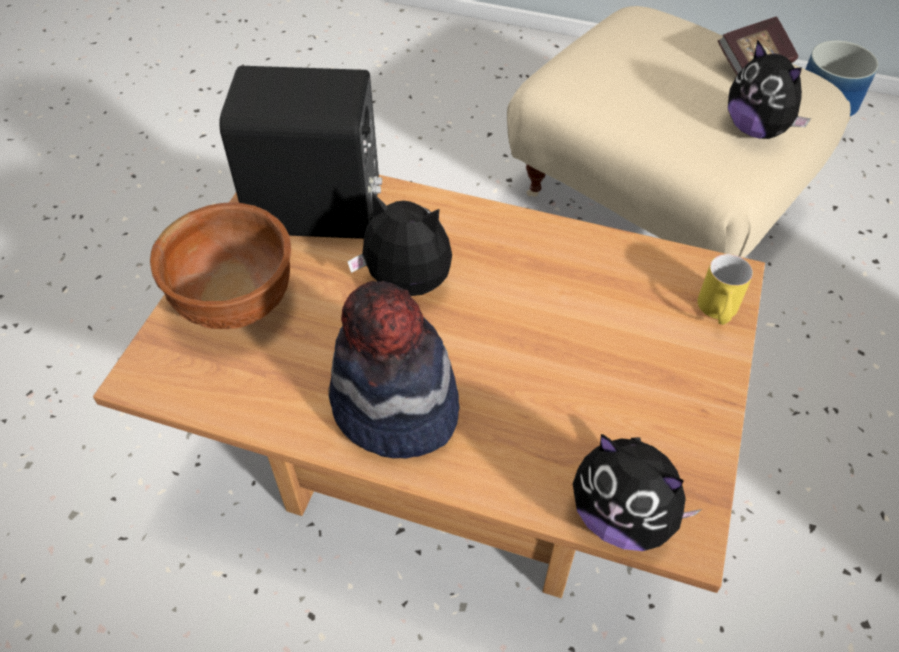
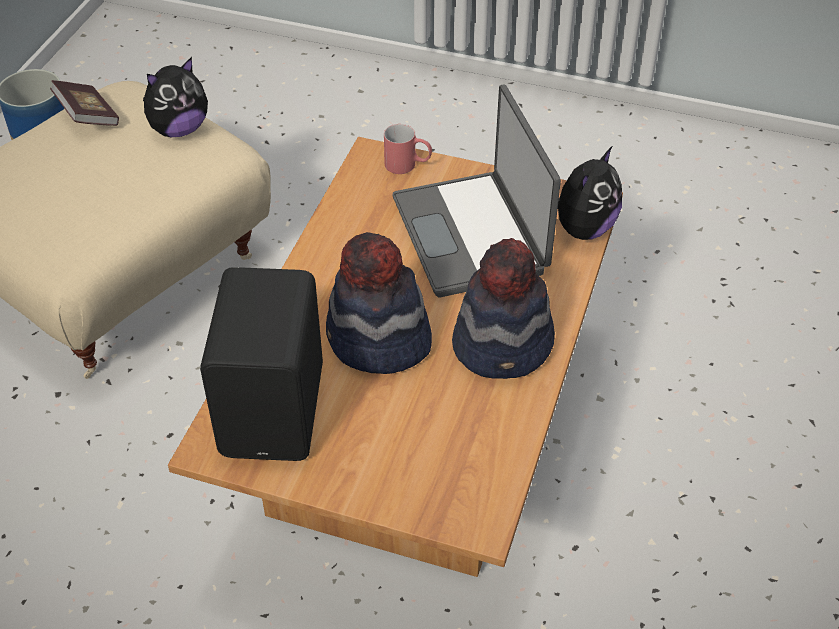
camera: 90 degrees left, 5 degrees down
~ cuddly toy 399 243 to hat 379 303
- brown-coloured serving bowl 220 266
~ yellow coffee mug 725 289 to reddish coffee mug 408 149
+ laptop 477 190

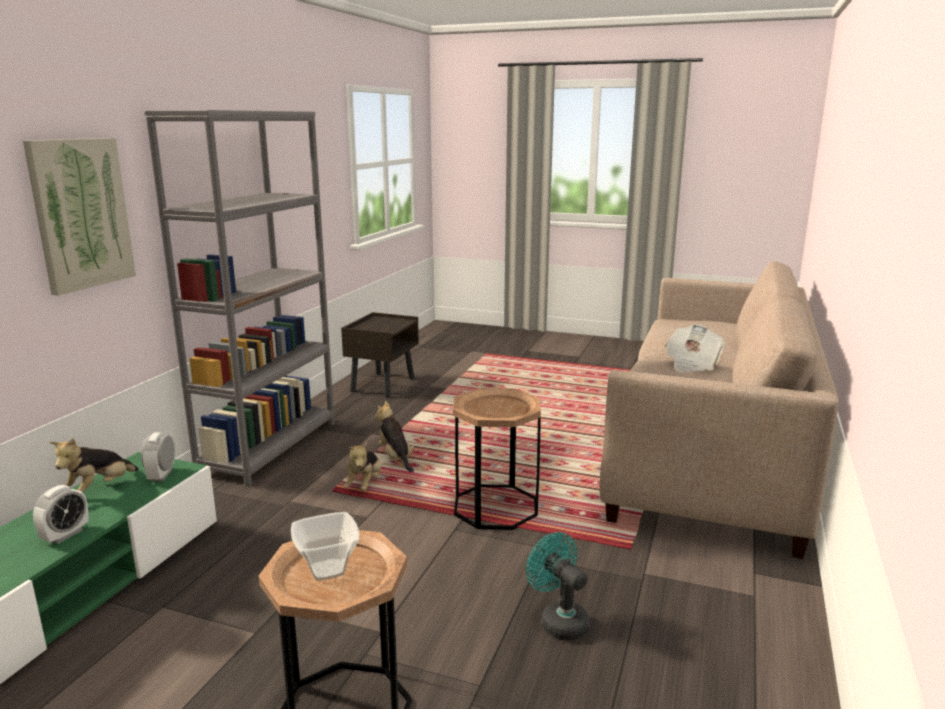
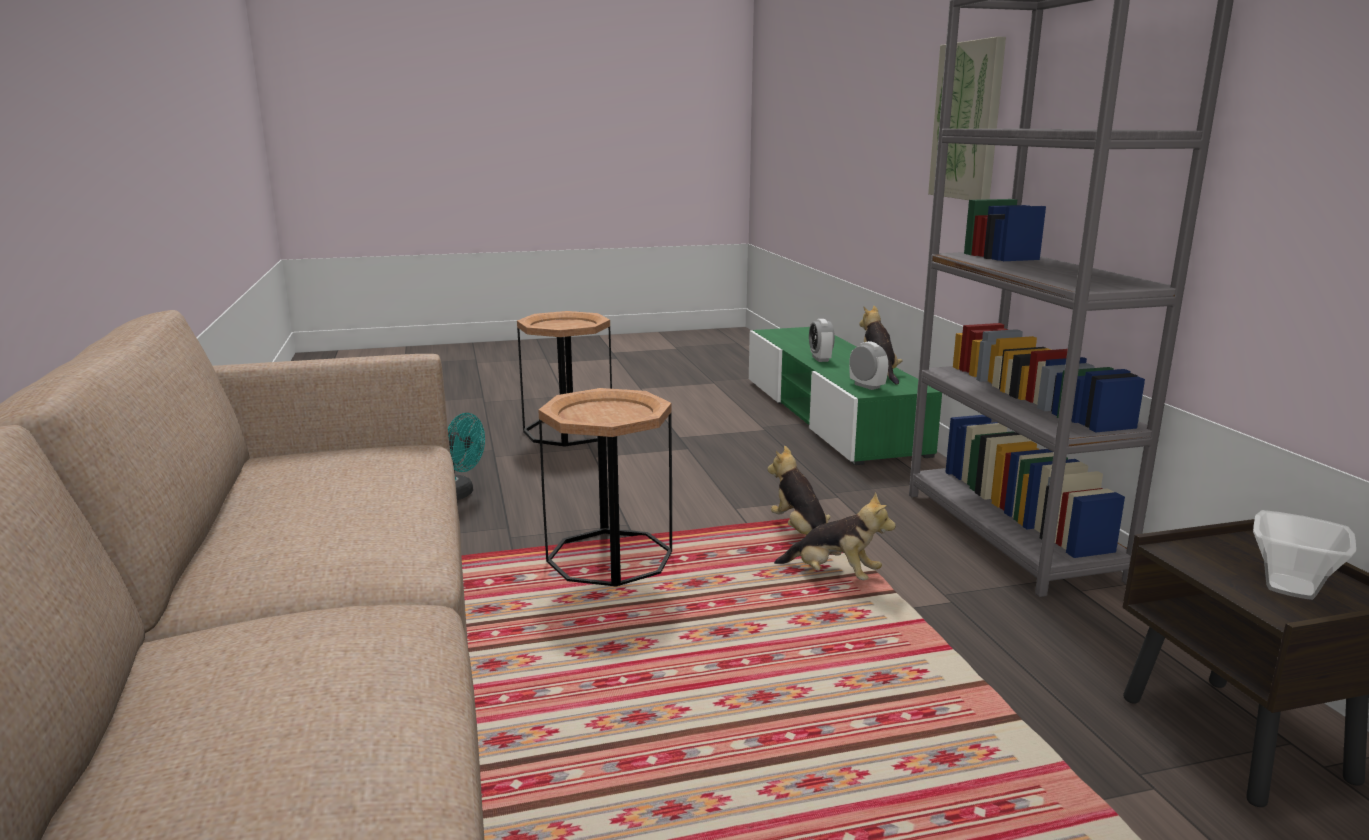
camera: 145 degrees right, 0 degrees up
- newspaper 695 348
~ serving bowl 325 546 to 1304 555

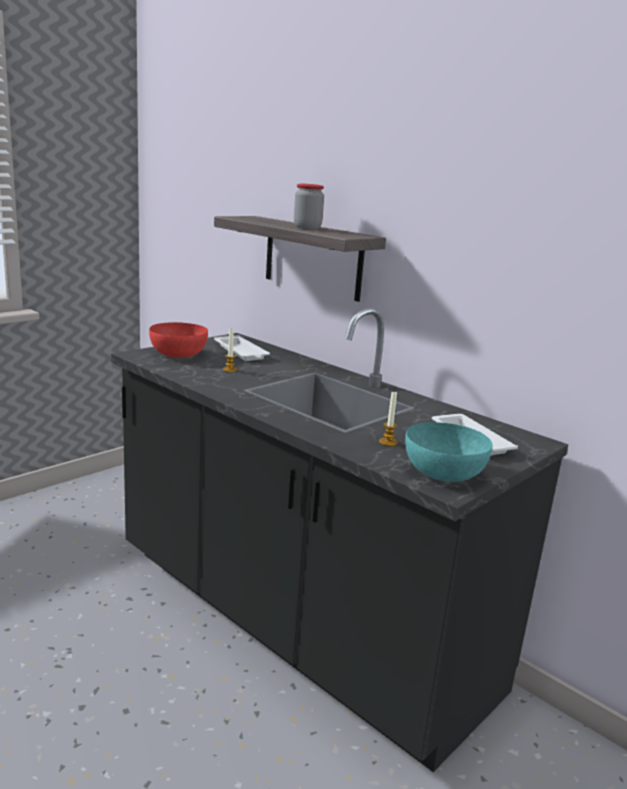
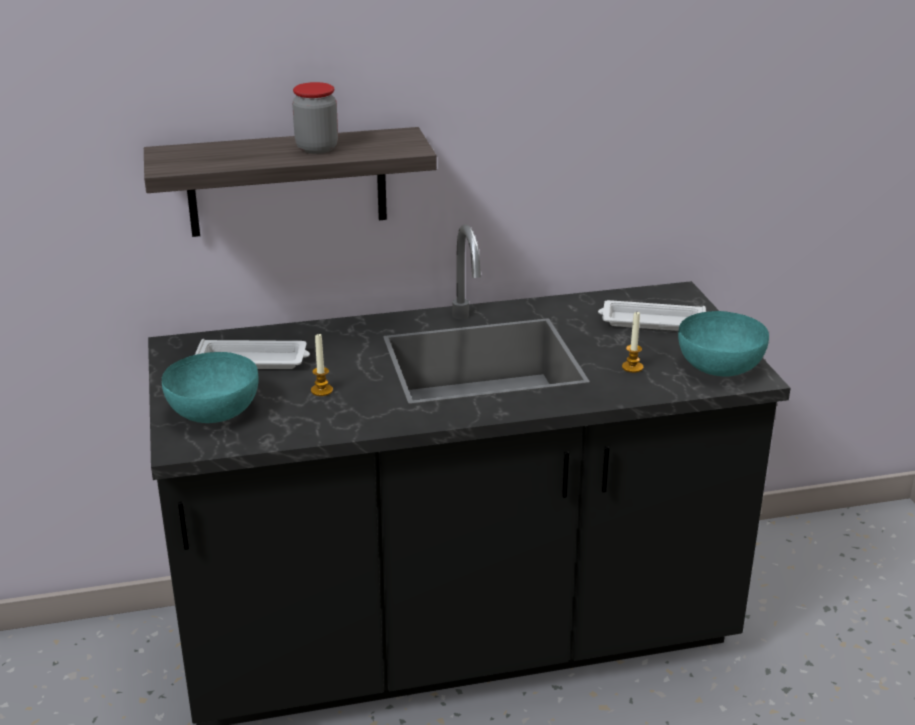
camera: 55 degrees left, 10 degrees up
~ reddish serving bowl 178 340 to turquoise serving bowl 210 387

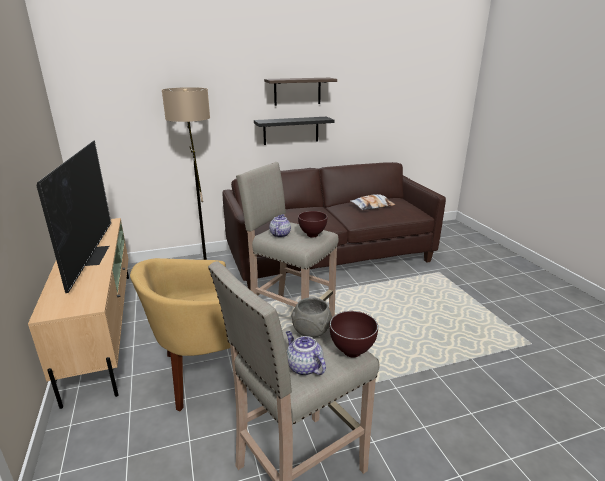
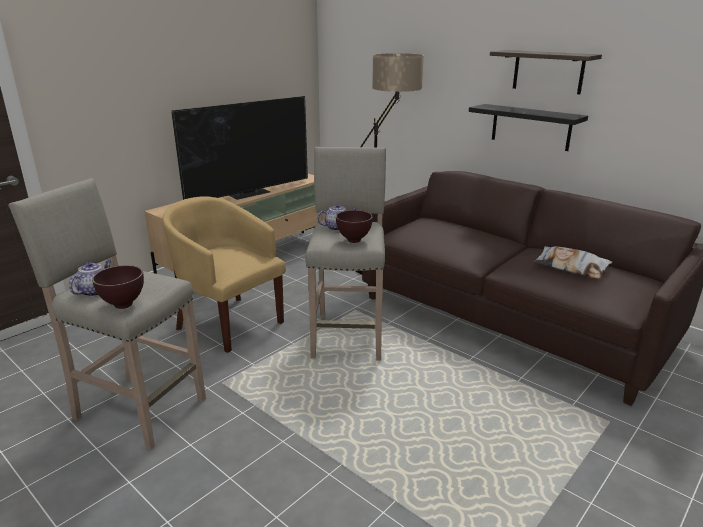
camera: 60 degrees right, 0 degrees up
- grey serving bowl 312 317

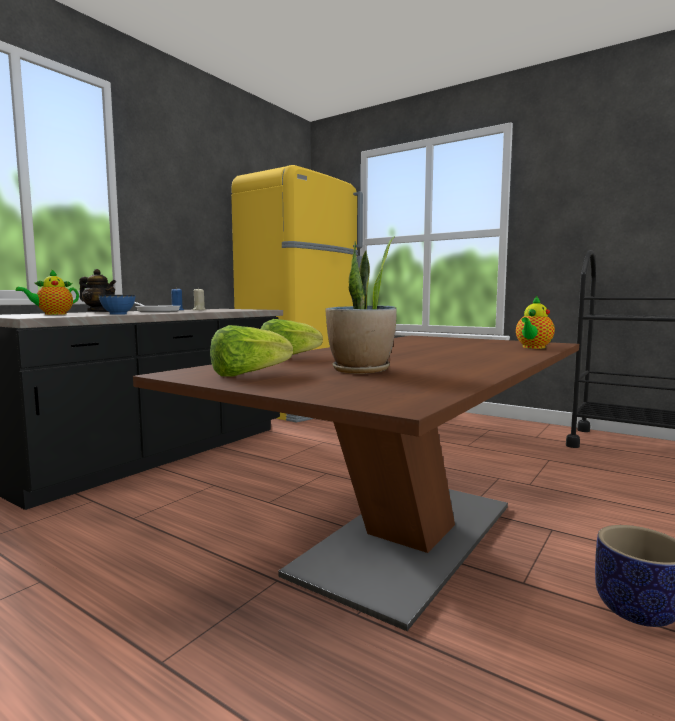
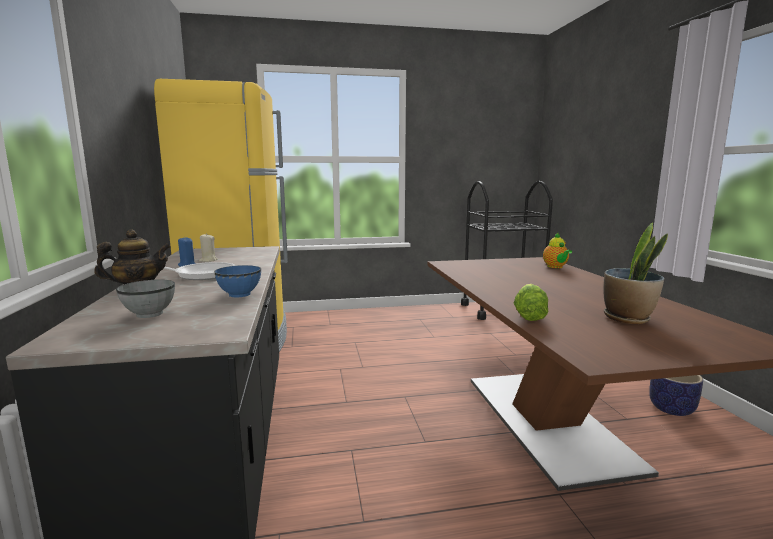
camera: 45 degrees left, 5 degrees up
~ teapot 47 292 to grey serving bowl 145 299
- lettuce head 251 351

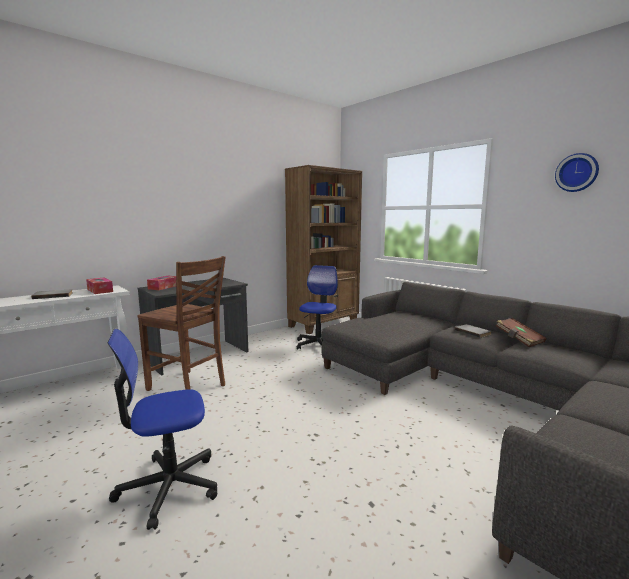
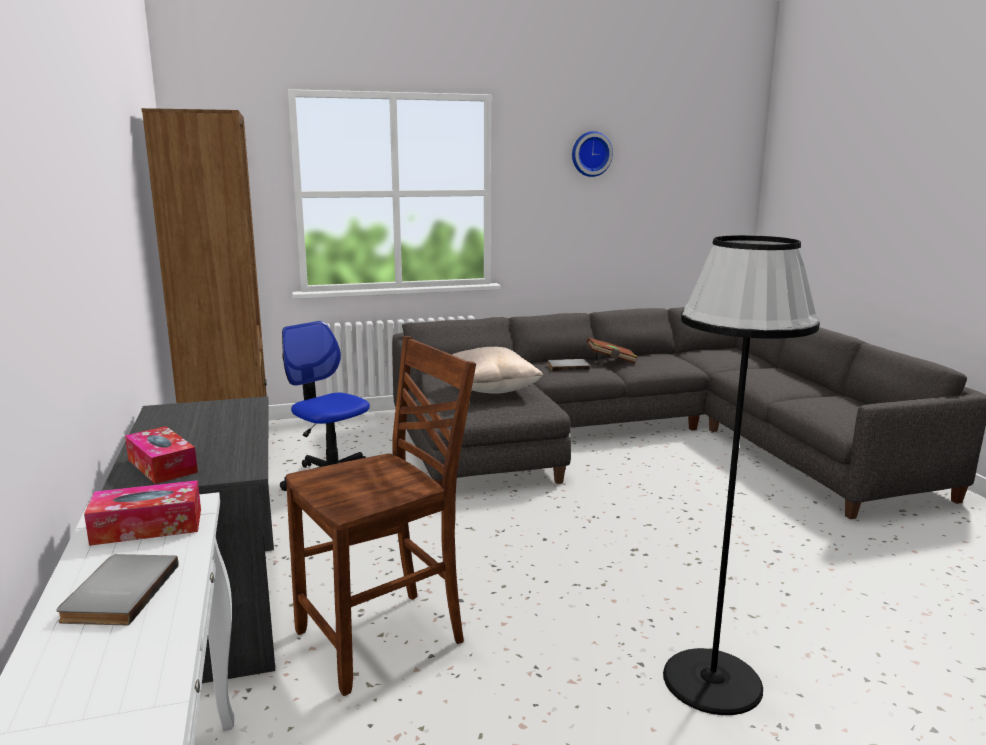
camera: 65 degrees left, 5 degrees up
~ desk chair 162 429 to black standing lamp 741 475
+ sand-coloured pillow 497 370

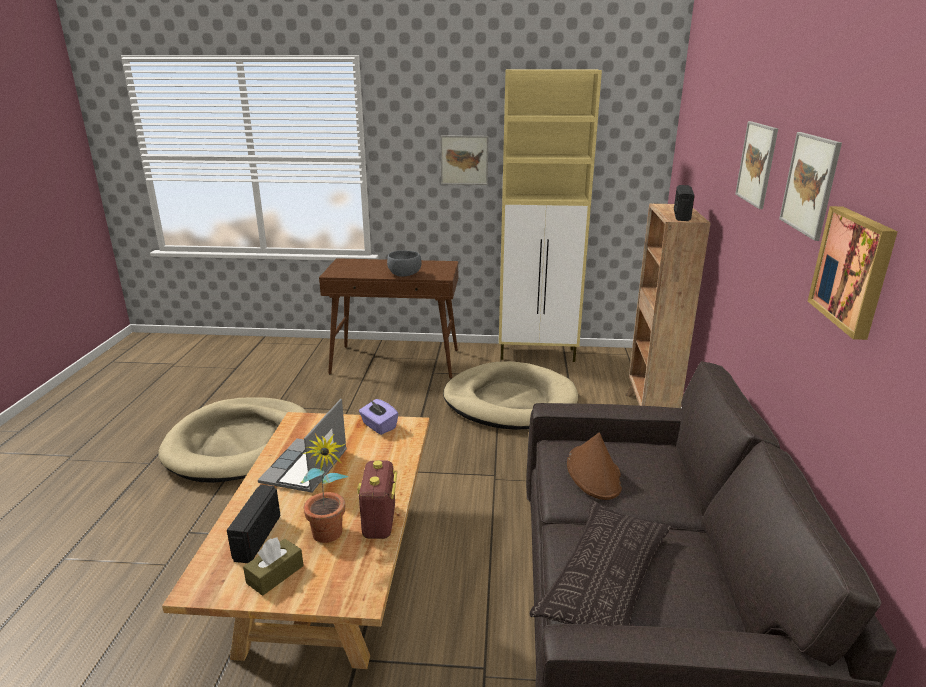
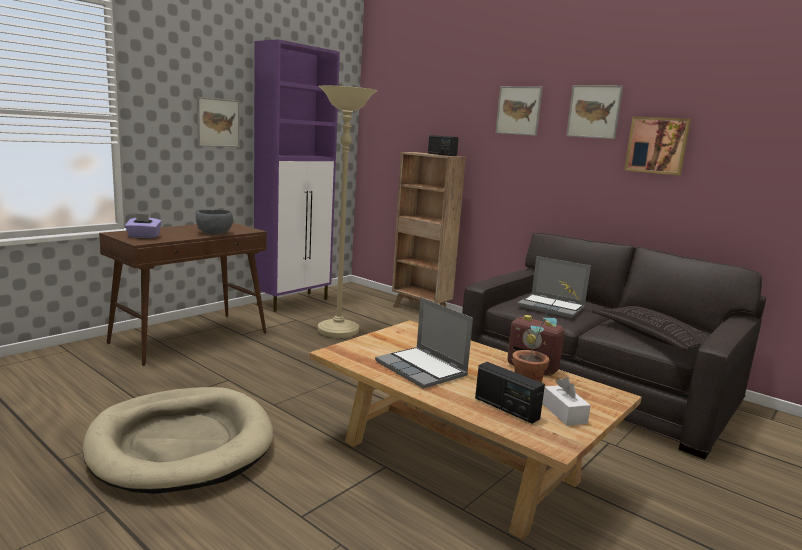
camera: 55 degrees left, 10 degrees down
~ sand-coloured cupboard 550 215 to purplish cupboard 297 175
~ sand-coloured dog cushion 510 395 to sand-coloured standing lamp 347 212
~ purplish tissue holder 378 417 to 143 225
~ brown-coloured hat 594 466 to laptop 554 287
~ brown-coloured tissue holder 273 566 to white tissue holder 566 401

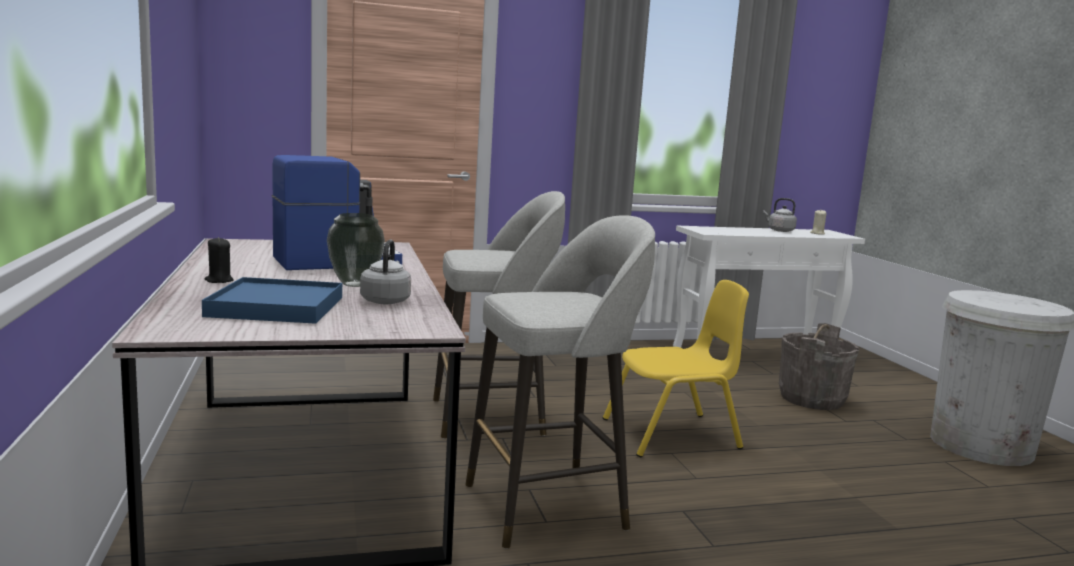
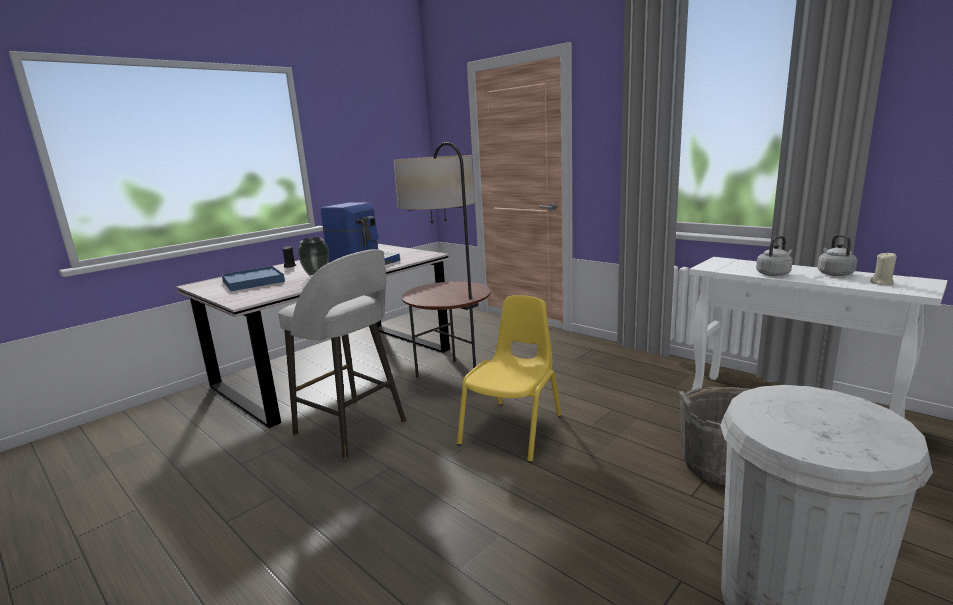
camera: 60 degrees right, 5 degrees up
~ grey stool seat 499 315 to standing lamp 442 260
~ grey kettle 385 272 to 774 256
~ yellow upright chair 676 368 = 509 379 105 degrees counterclockwise

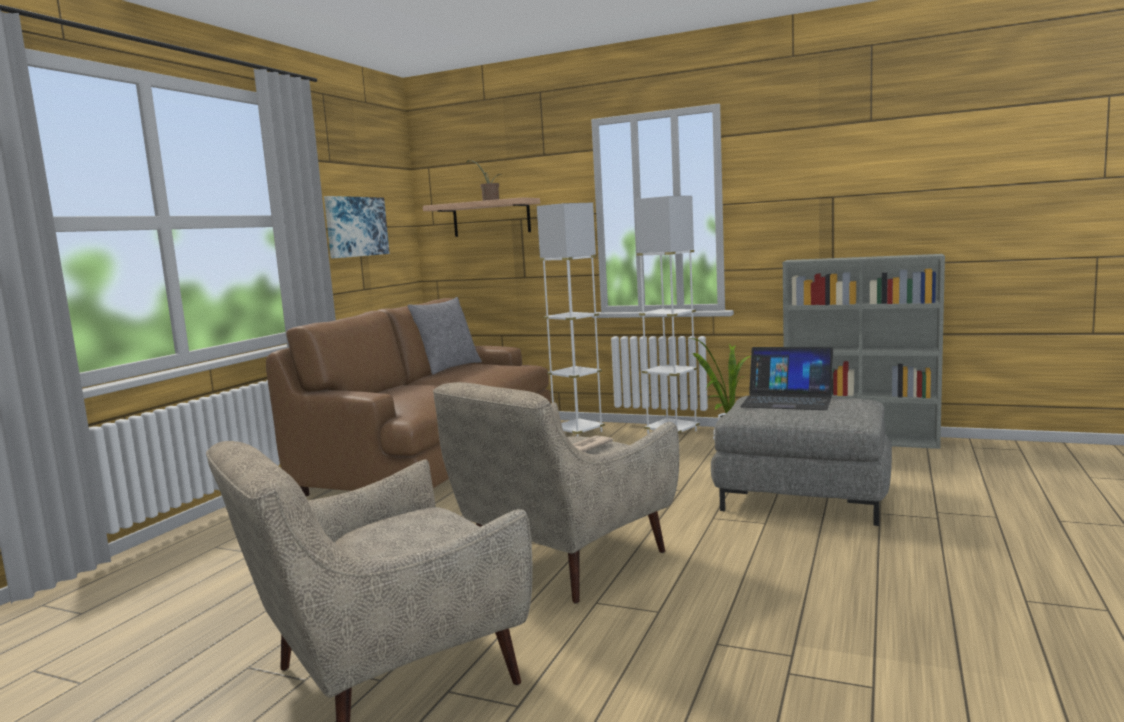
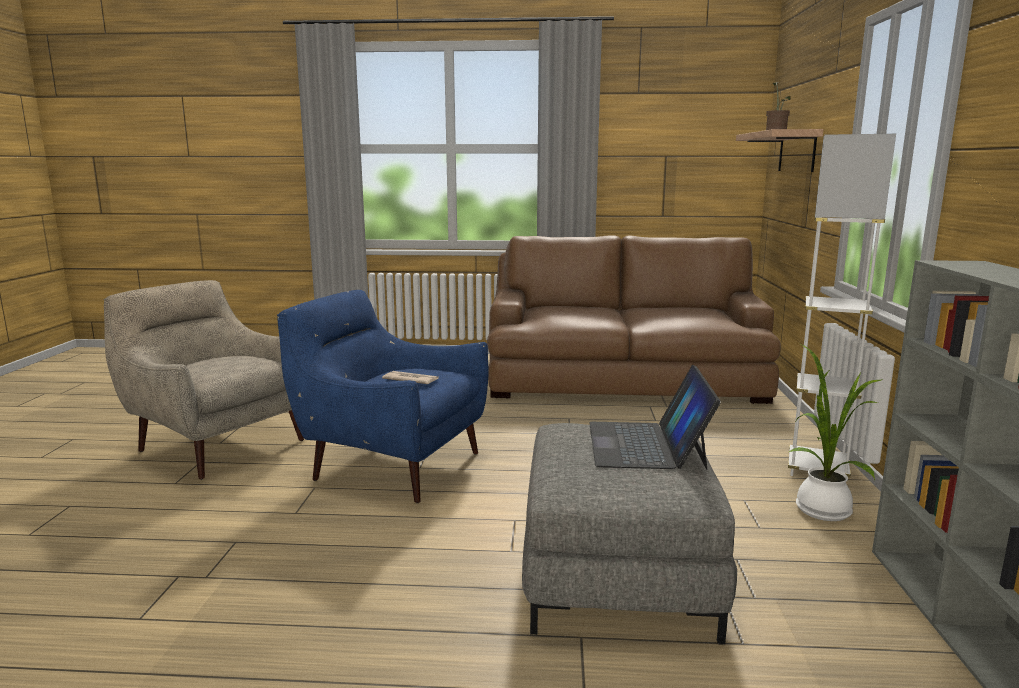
camera: 70 degrees right, 5 degrees up
- wall art 357 227
- white standing lamp 571 319
- grey pillow 444 336
~ sand-coloured armchair 556 493 to blue-coloured armchair 383 396

